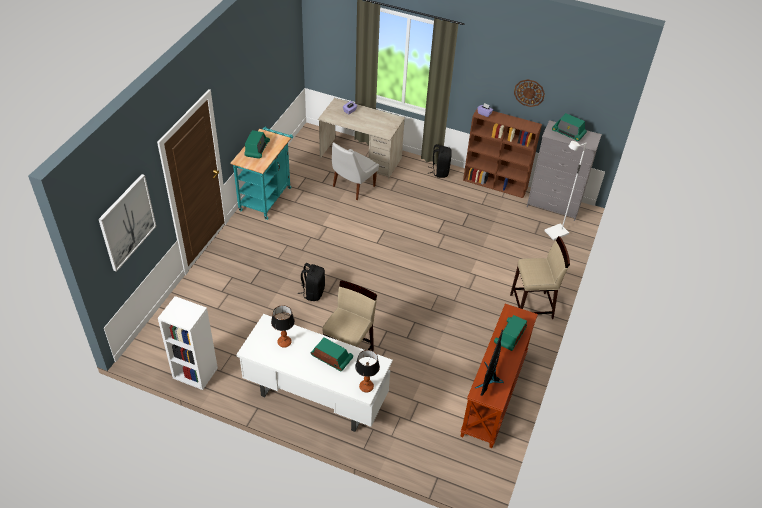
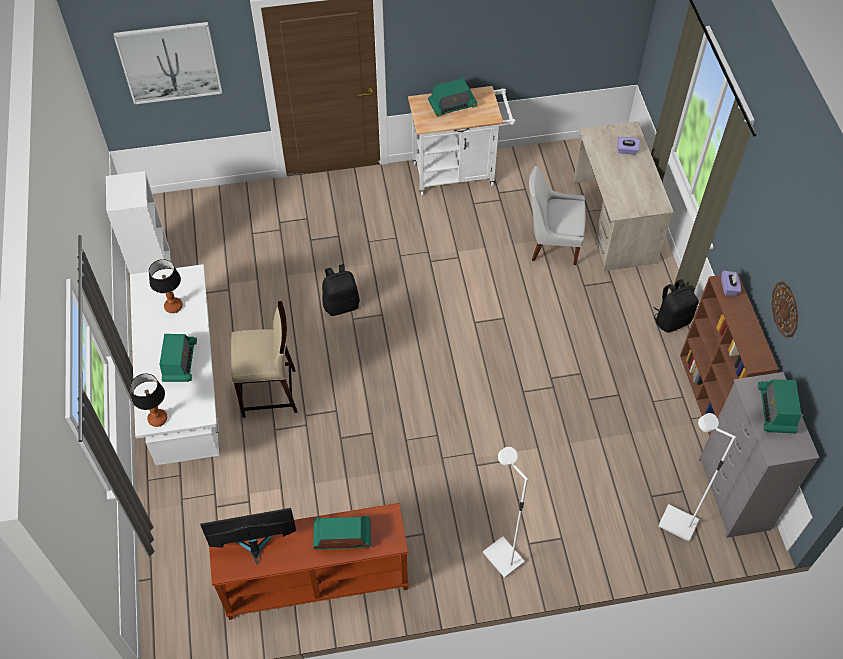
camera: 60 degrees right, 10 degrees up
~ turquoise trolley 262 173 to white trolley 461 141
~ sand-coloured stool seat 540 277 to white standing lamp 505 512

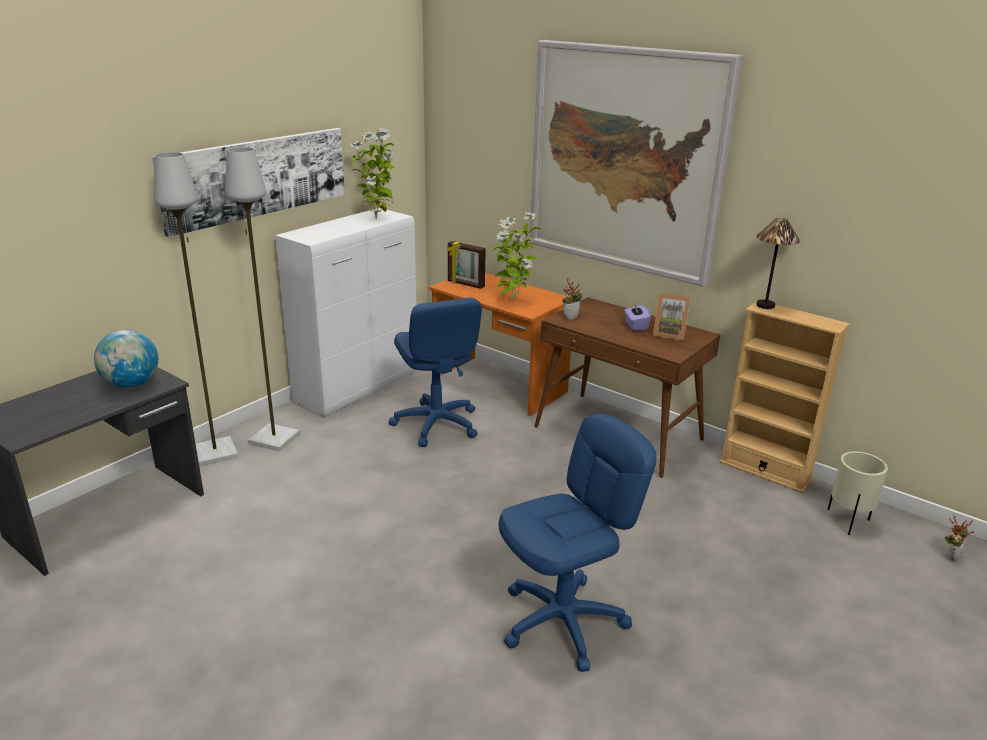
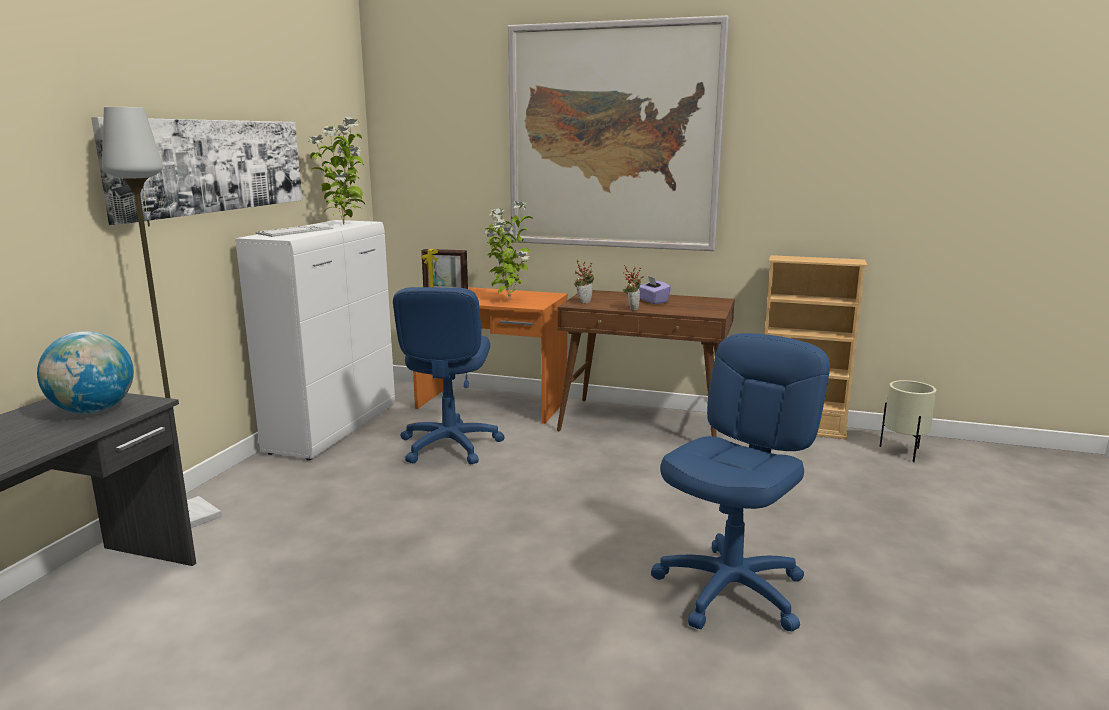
camera: 20 degrees left, 10 degrees down
- grey standing lamp 262 299
- lamp for a table 778 263
- picture frame 672 316
~ blue-coloured desk chair 435 372 = 449 375 45 degrees clockwise
~ houseplant 959 538 to 633 288
+ PC keyboard 294 231

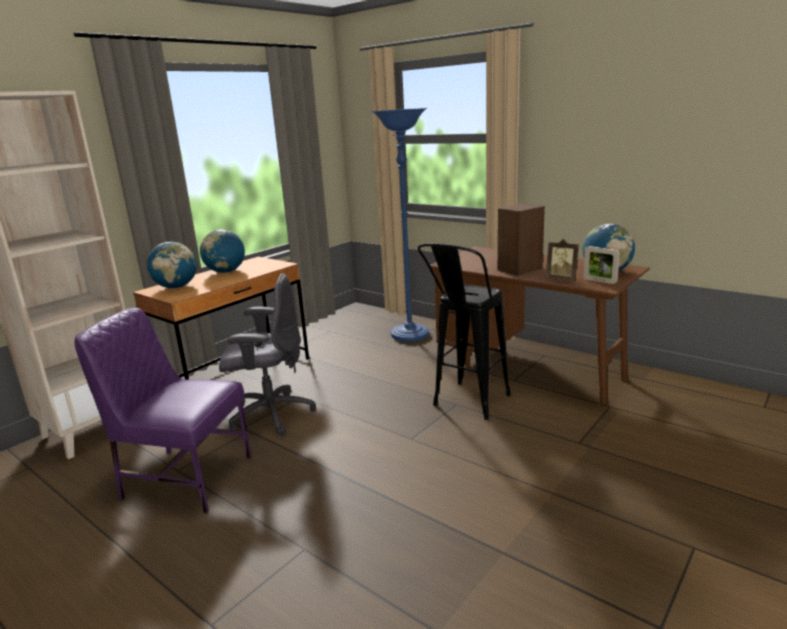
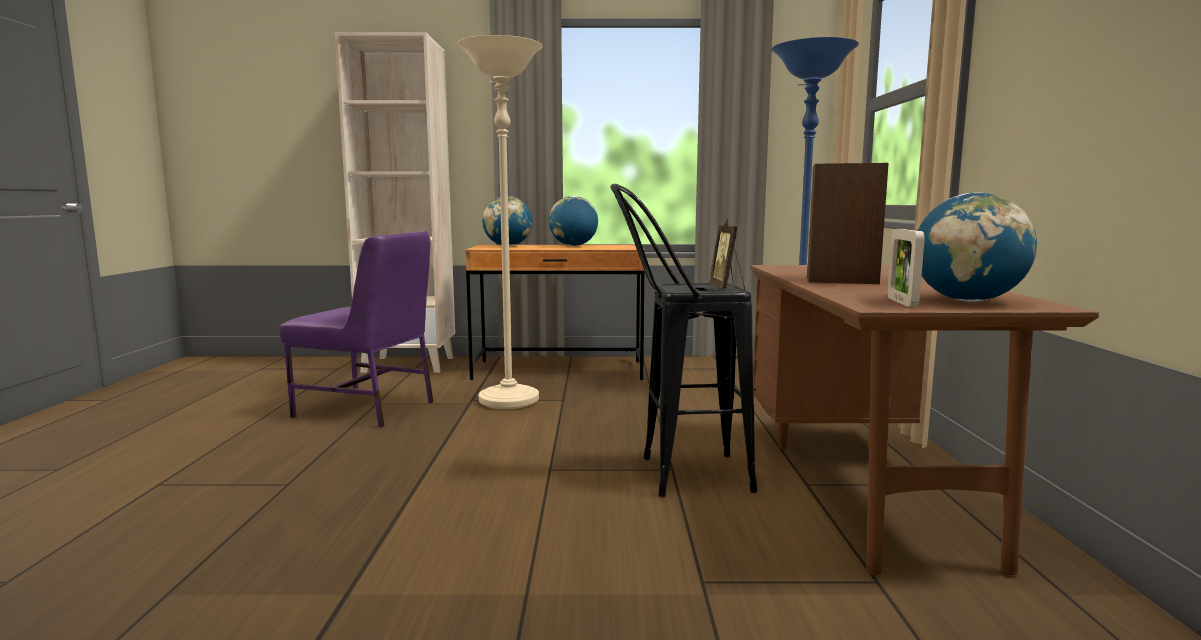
camera: 50 degrees right, 10 degrees down
~ picture frame 562 260 to 727 254
~ grey desk chair 267 354 to sand-coloured standing lamp 500 222
~ purplish upright chair 163 410 = 357 329 135 degrees clockwise

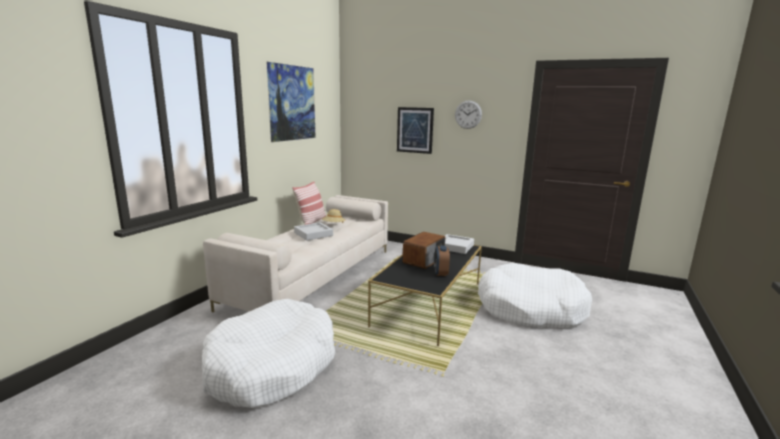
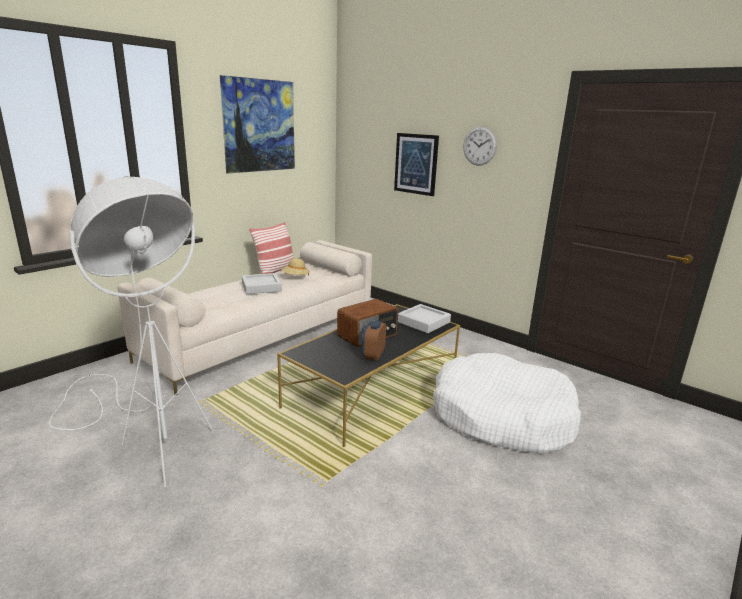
camera: 15 degrees right, 5 degrees up
~ white dog cushion 268 353 to white standing lamp 131 331

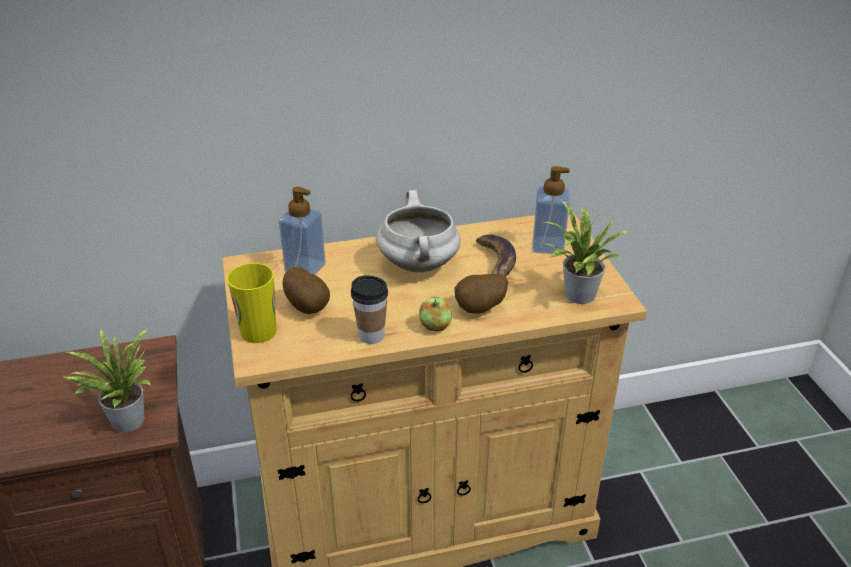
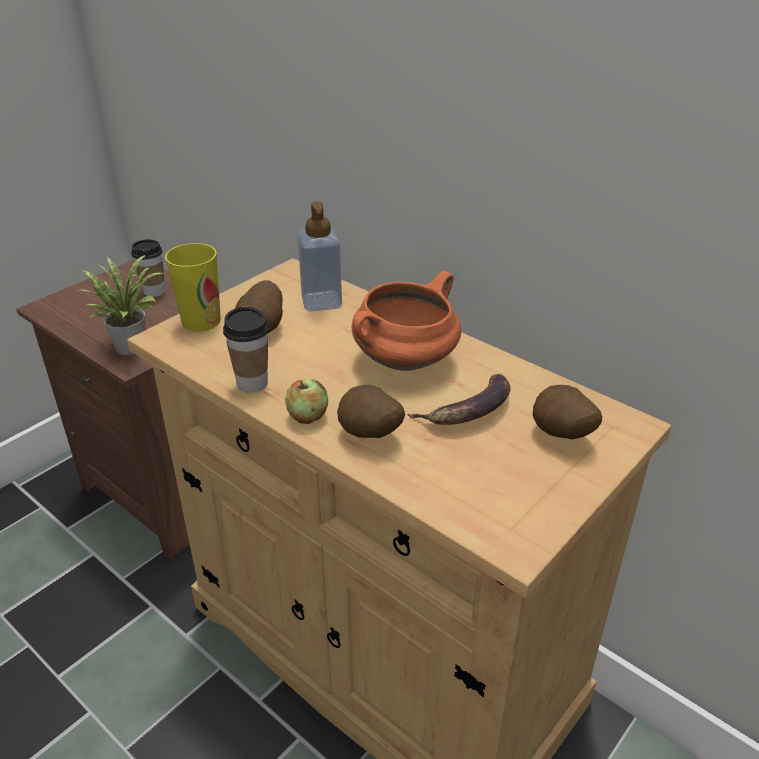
camera: 55 degrees right, 0 degrees up
~ soap bottle 551 210 to potato 567 412
~ white stockpot 418 231 to orange-coloured stockpot 406 321
- houseplant 589 252
+ cup 148 268

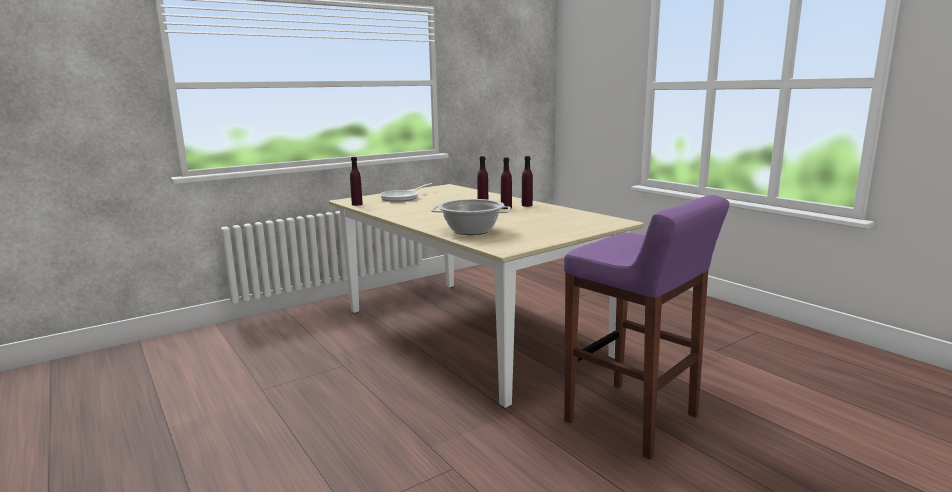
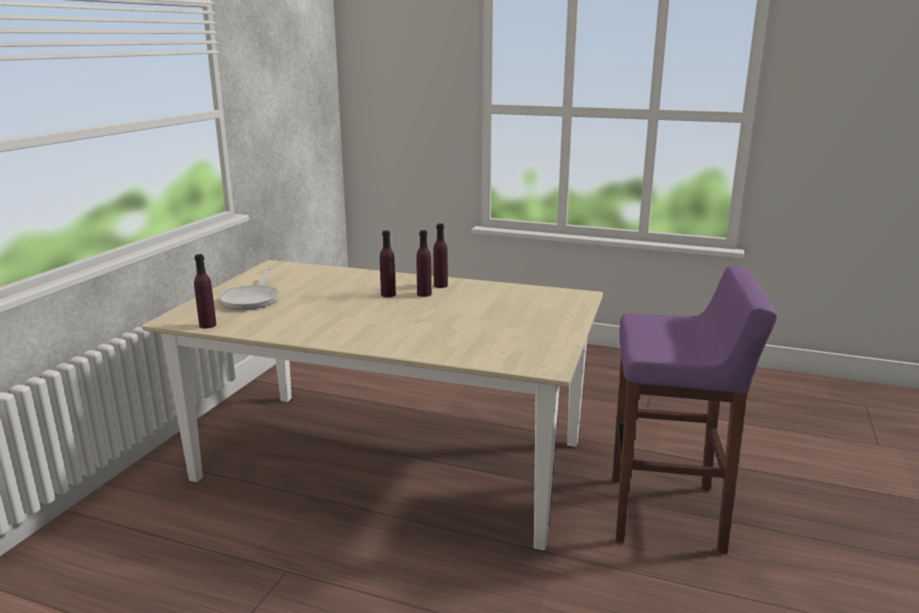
camera: 35 degrees left, 5 degrees up
- stockpot 471 217

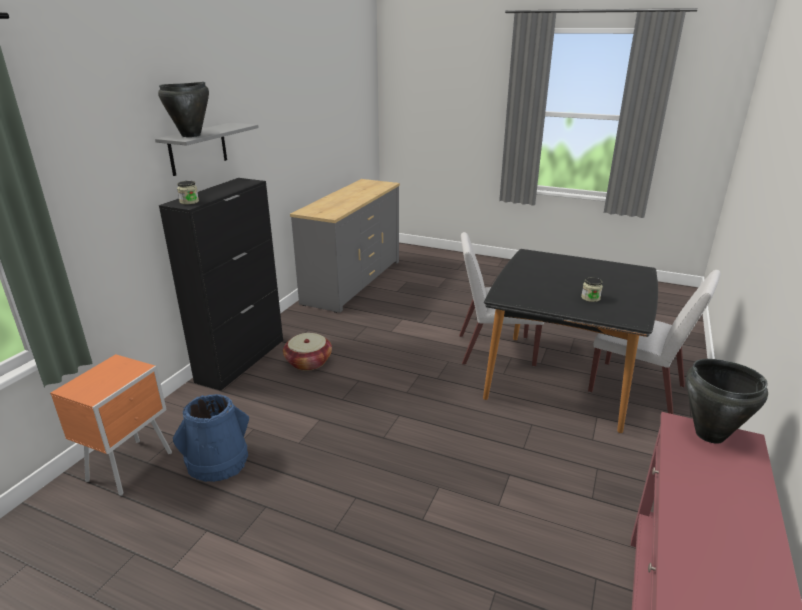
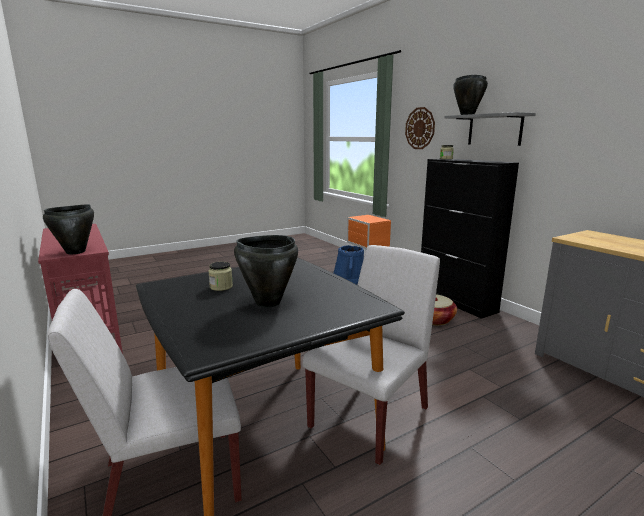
camera: 125 degrees right, 10 degrees down
+ clock on the wall 420 128
+ black stockpot 266 271

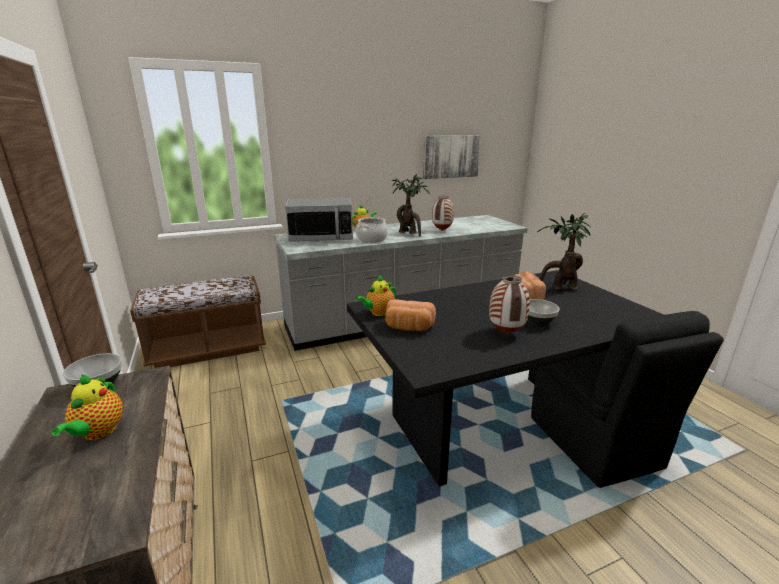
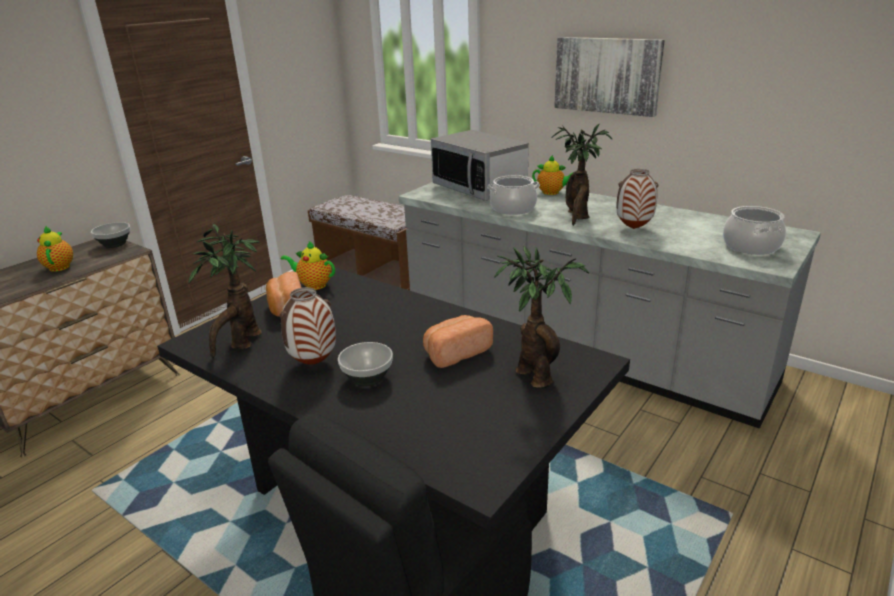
camera: 60 degrees right, 5 degrees up
~ wall art 452 157 to 609 77
~ teapot 87 407 = 55 249 105 degrees clockwise
+ stockpot 754 230
+ houseplant 225 290

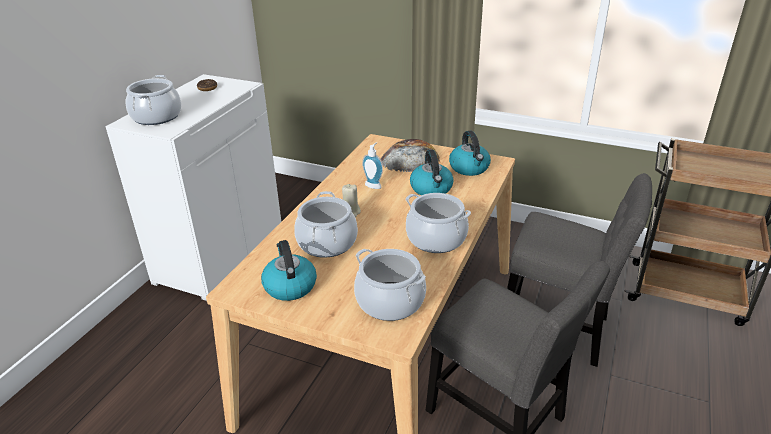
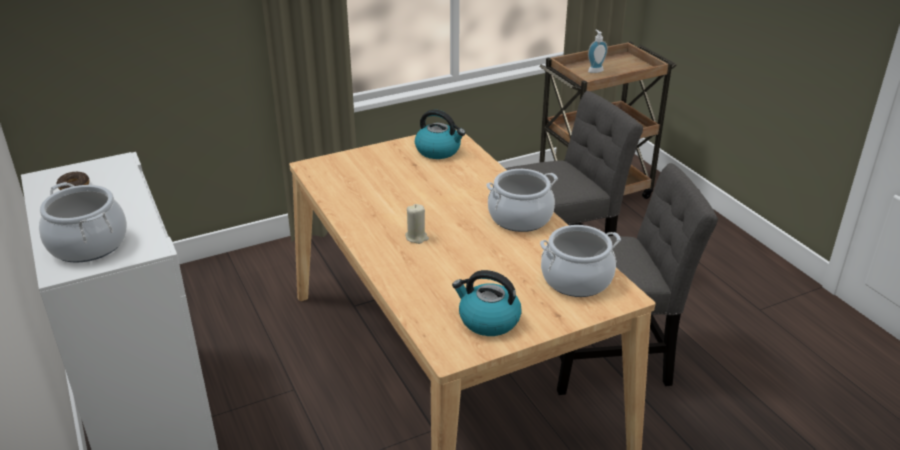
camera: 50 degrees left, 0 degrees up
- baked bread 410 155
~ soap bottle 372 165 to 598 51
- kettle 432 172
- stockpot 326 224

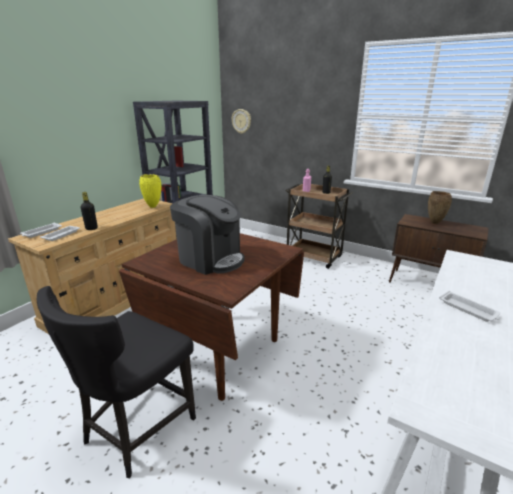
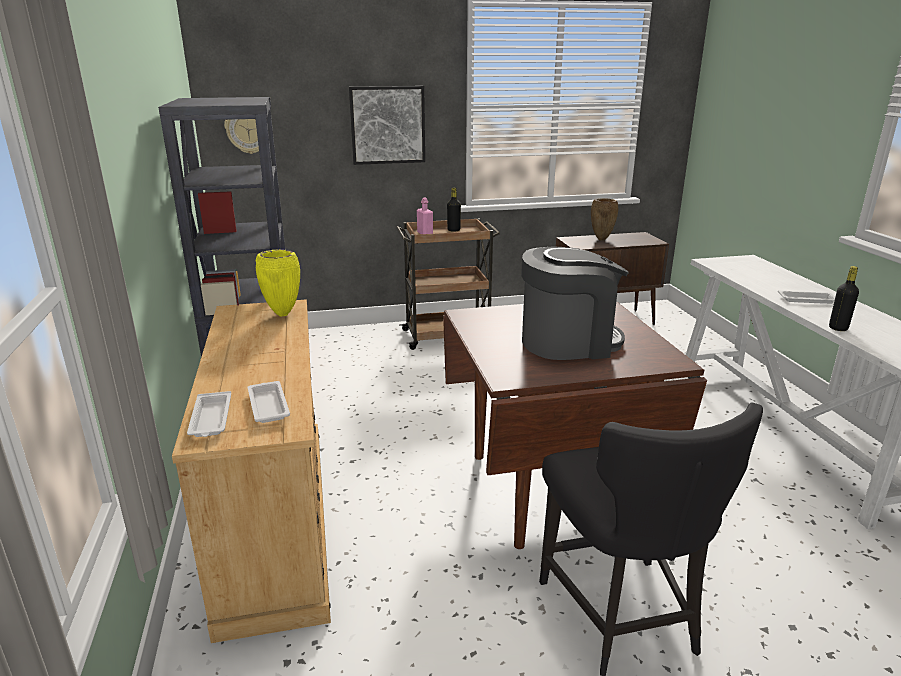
camera: 45 degrees left, 0 degrees up
~ black drink bottle 89 211 to 844 298
+ wall art 387 125

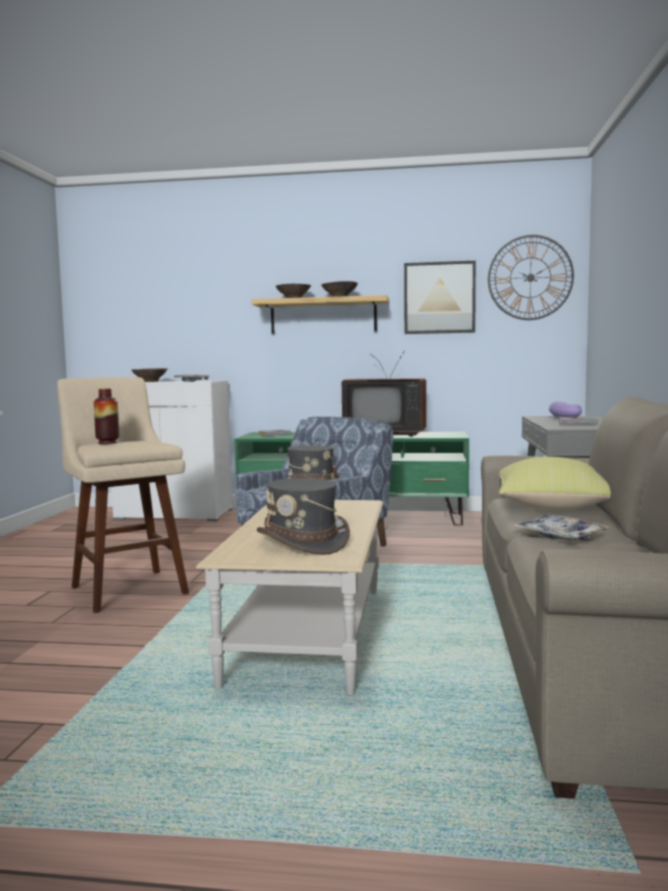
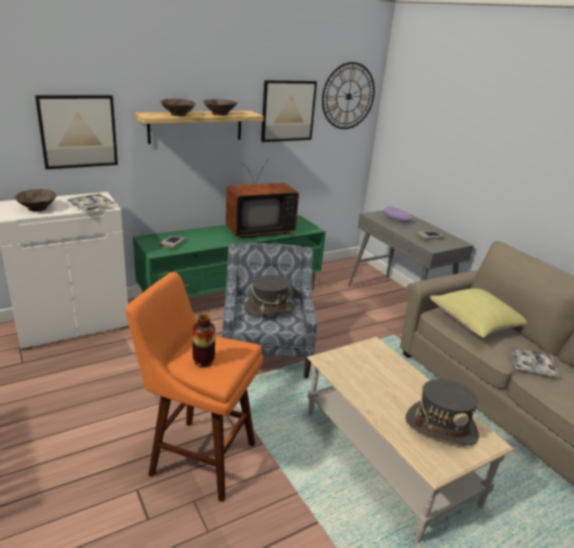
camera: 40 degrees left, 20 degrees up
~ sand-coloured stool seat 123 495 to orange-coloured stool seat 194 387
+ wall art 76 132

